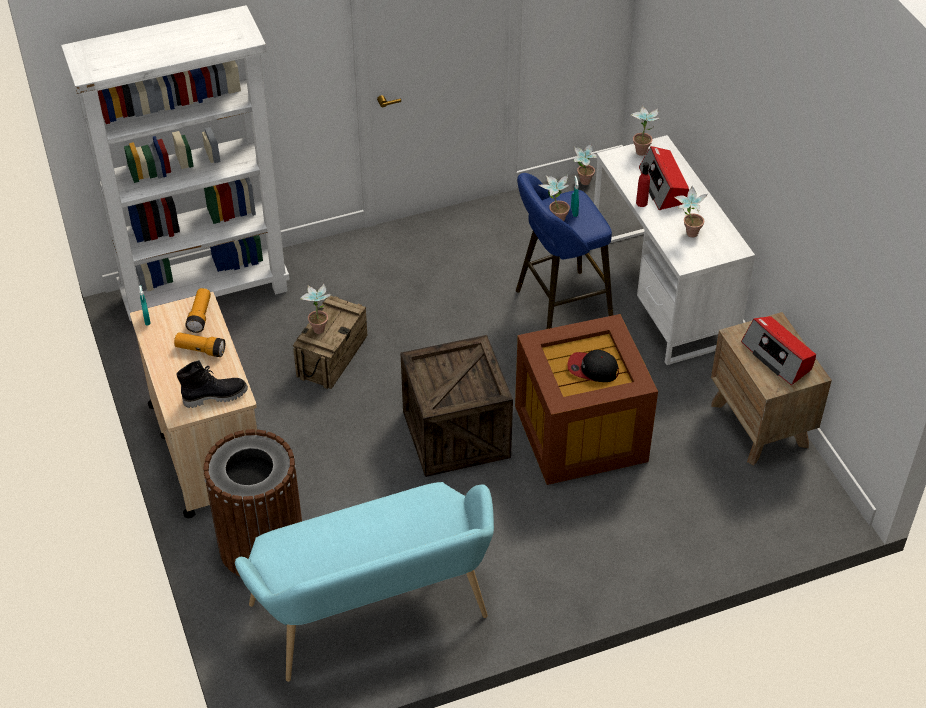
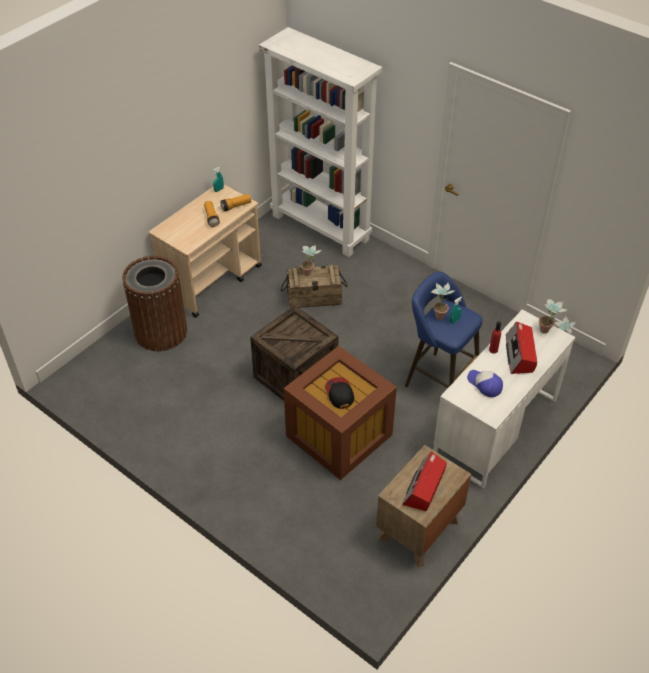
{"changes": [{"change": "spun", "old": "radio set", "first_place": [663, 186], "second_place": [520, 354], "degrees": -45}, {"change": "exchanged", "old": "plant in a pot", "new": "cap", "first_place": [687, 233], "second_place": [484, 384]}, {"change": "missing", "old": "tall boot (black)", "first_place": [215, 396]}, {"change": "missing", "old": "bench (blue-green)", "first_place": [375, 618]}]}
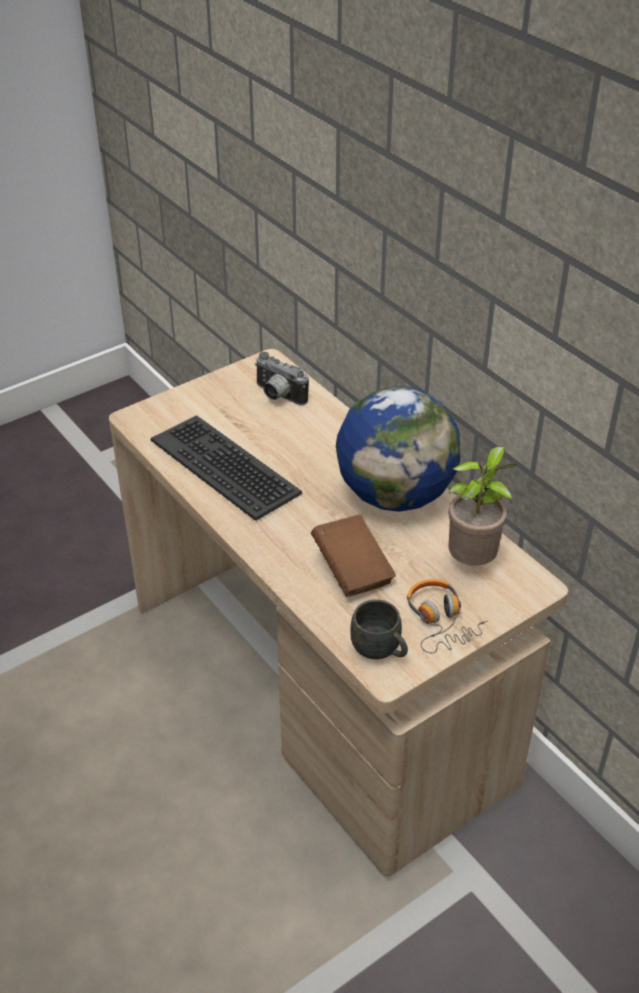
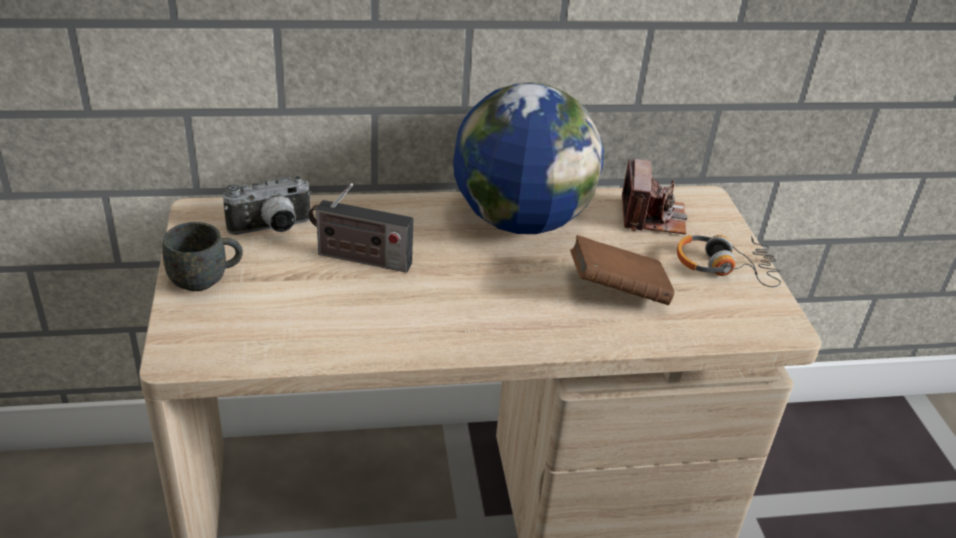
{"changes": [{"change": "missing", "old": "PC keyboard", "first_place": [225, 466]}, {"change": "exchanged", "old": "plant in a pot", "new": "still camera", "first_place": [473, 561], "second_place": [652, 217]}, {"change": "relocated", "old": "mug (grey)", "first_place": [380, 650], "second_place": [206, 279]}, {"change": "appeared", "new": "radio set", "second_place": [359, 259]}]}
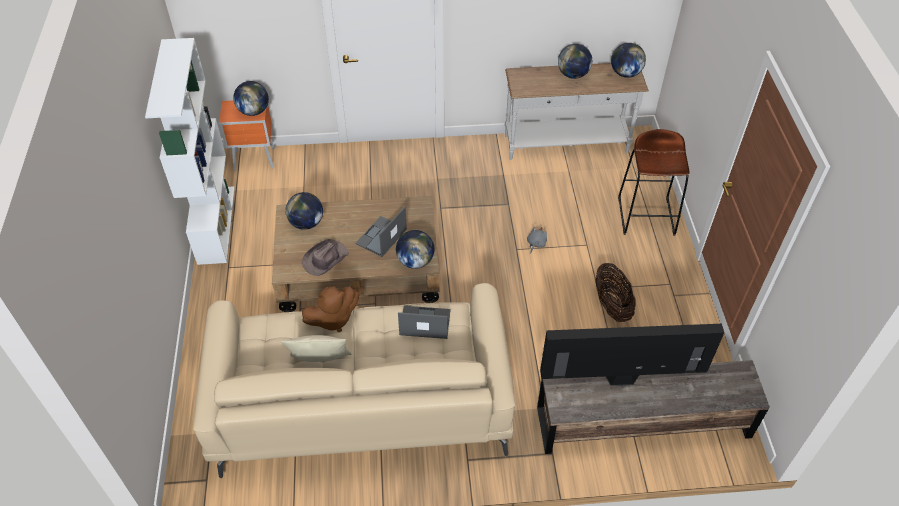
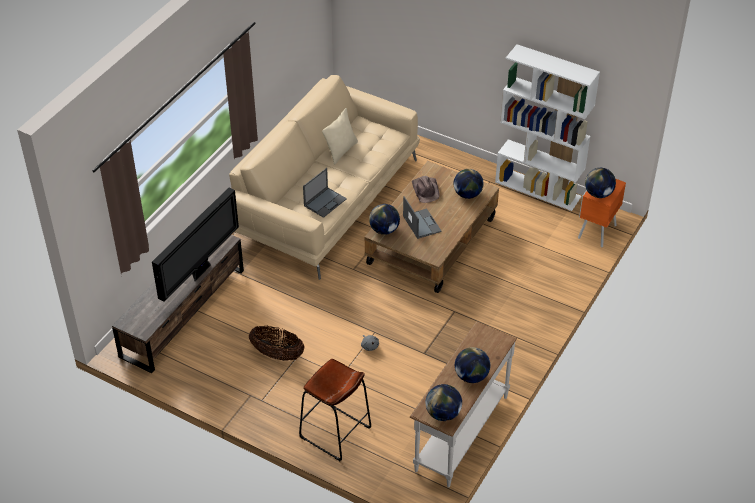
{"changes": [{"change": "missing", "old": "soft toy (brownish)", "first_place": [333, 319]}]}
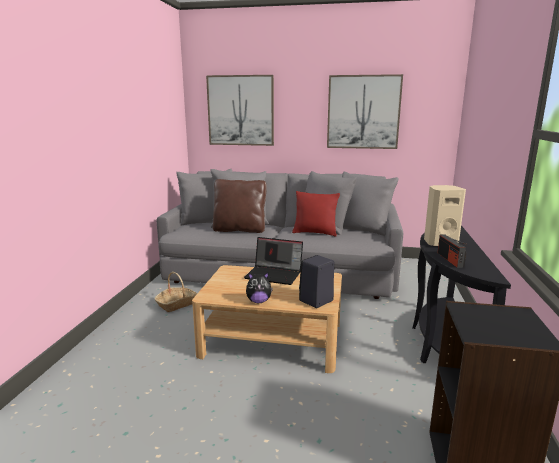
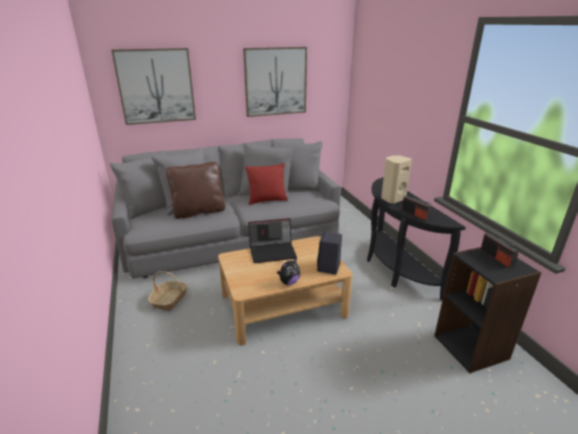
{"changes": [{"change": "appeared", "new": "radio set", "second_place": [496, 257]}]}
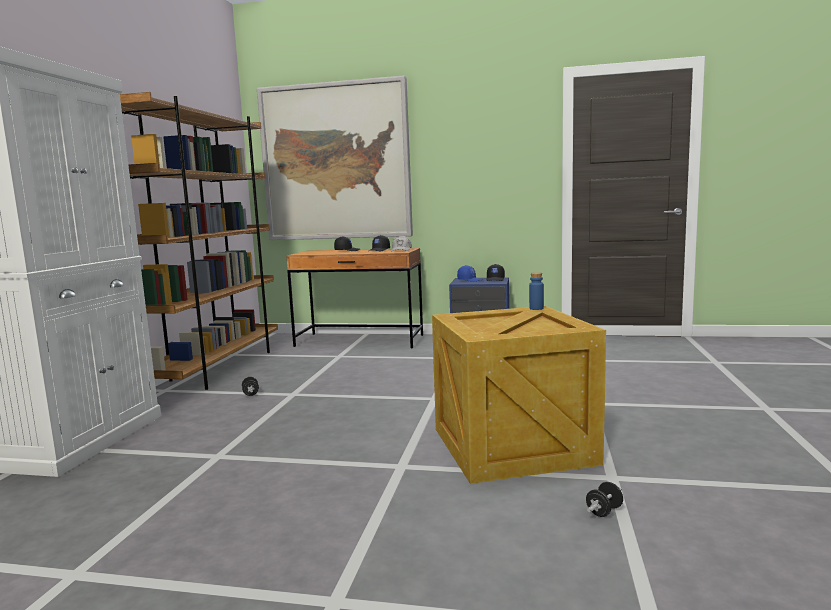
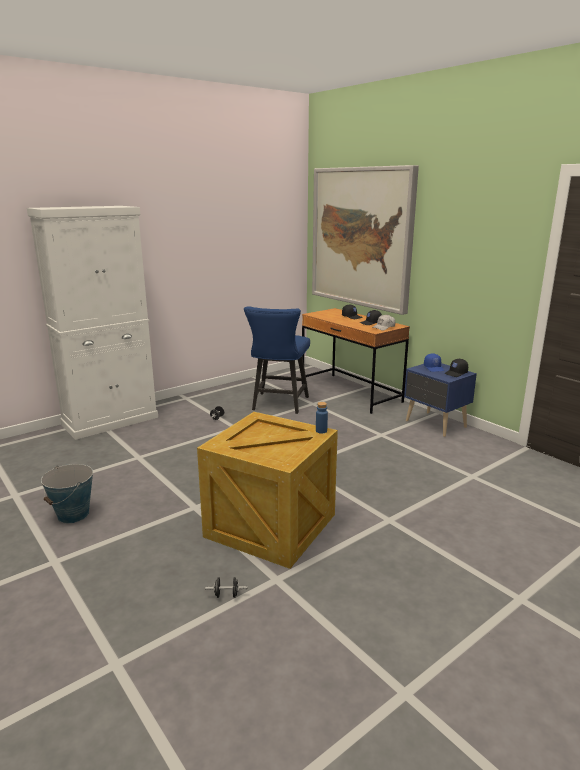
{"changes": [{"change": "missing", "old": "bookcase (brownish)", "first_place": [218, 368]}, {"change": "appeared", "new": "plain chair (blue)", "second_place": [278, 405]}, {"change": "appeared", "new": "bucket", "second_place": [73, 514]}]}
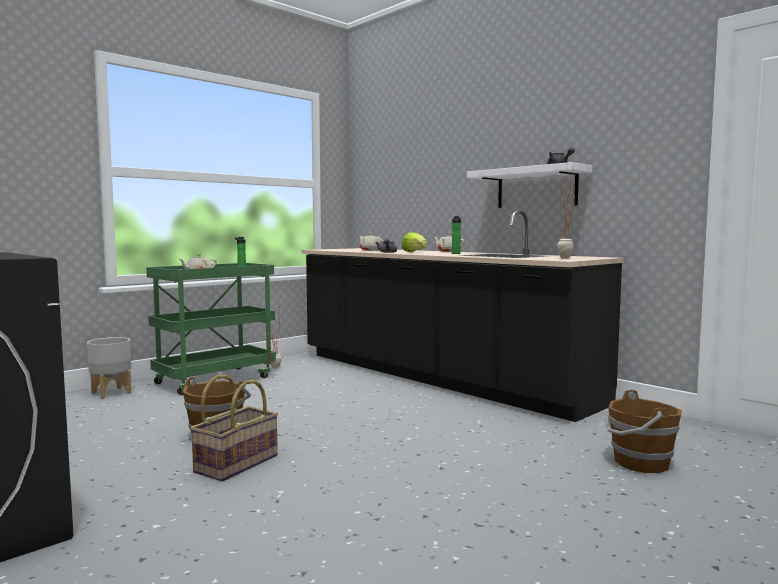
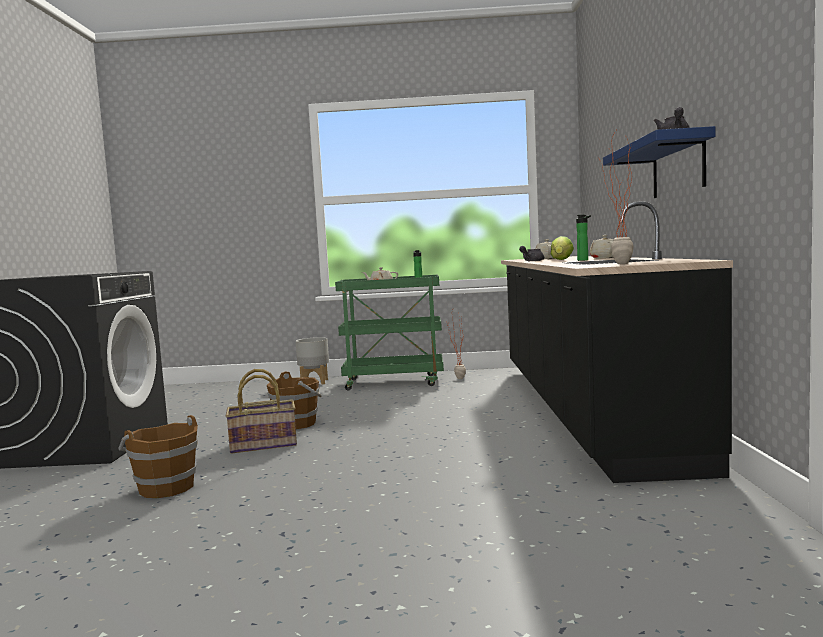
{"changes": [{"change": "colour", "old": "shelf (white)", "new": "shelf (blue)", "first_place": [536, 188], "second_place": [678, 167]}, {"change": "relocated", "old": "bucket (brownish)", "first_place": [640, 463], "second_place": [166, 487]}]}
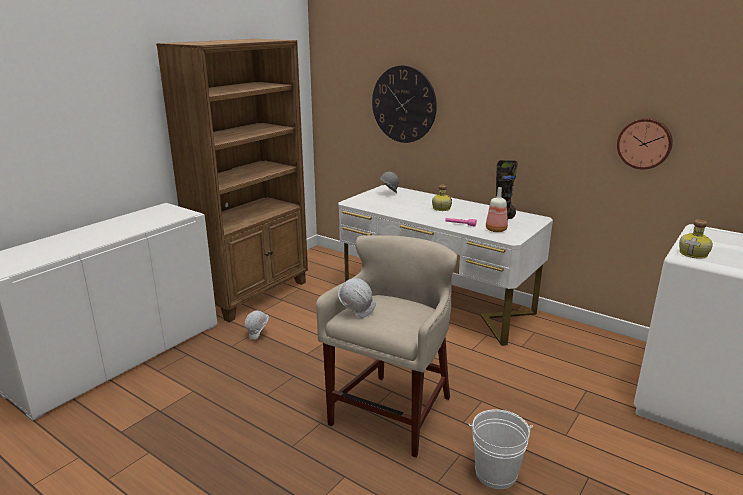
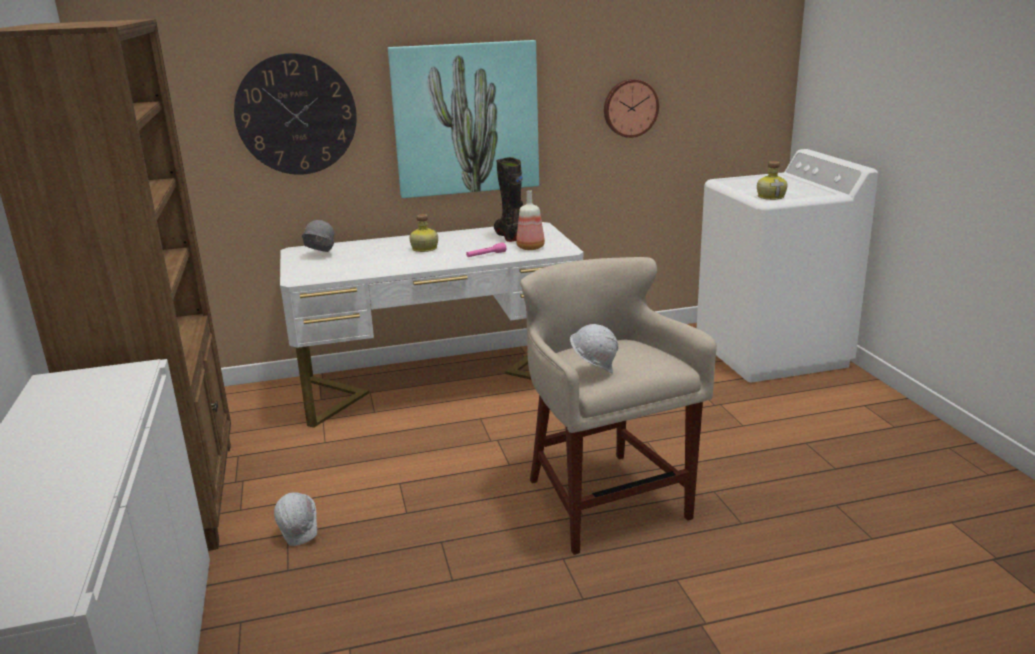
{"changes": [{"change": "missing", "old": "bucket (white)", "first_place": [496, 473]}, {"change": "appeared", "new": "wall art", "second_place": [465, 119]}]}
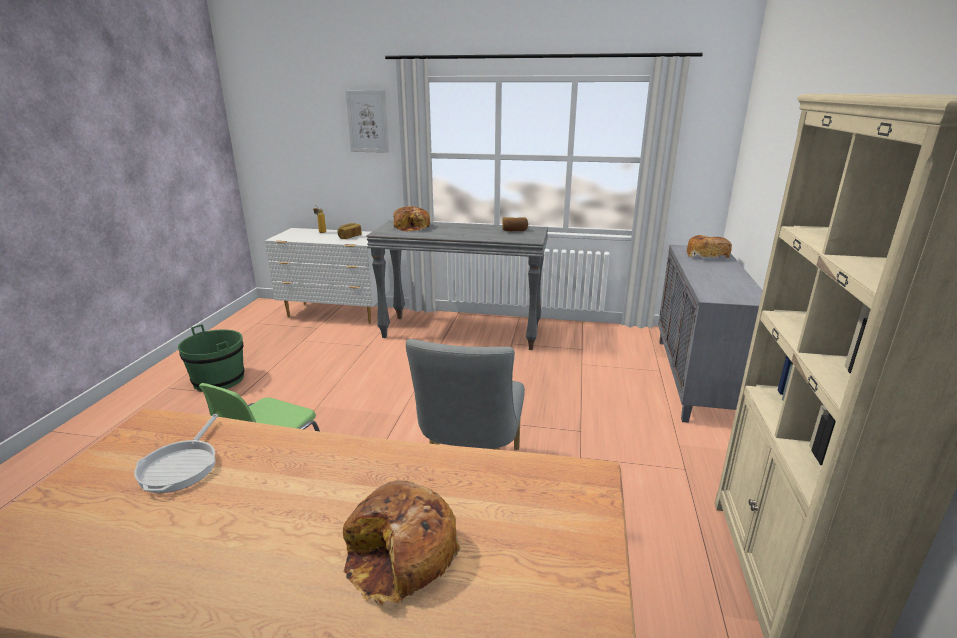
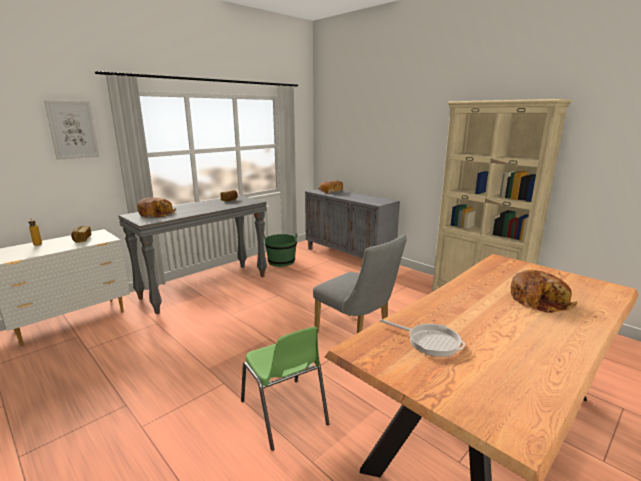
{"changes": [{"change": "relocated", "old": "bucket (greenish)", "first_place": [219, 380], "second_place": [281, 261]}]}
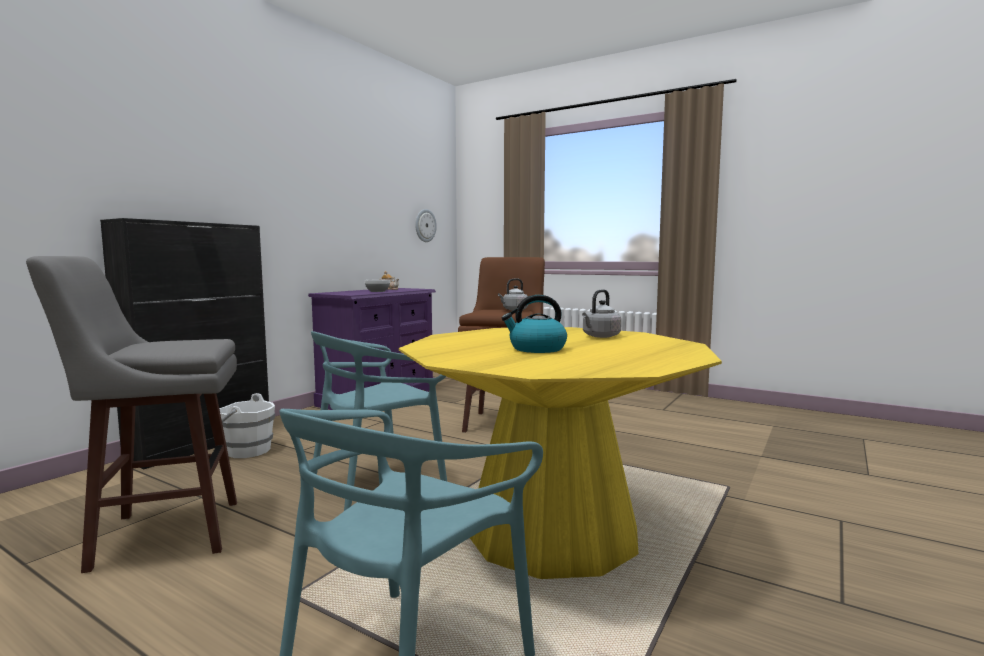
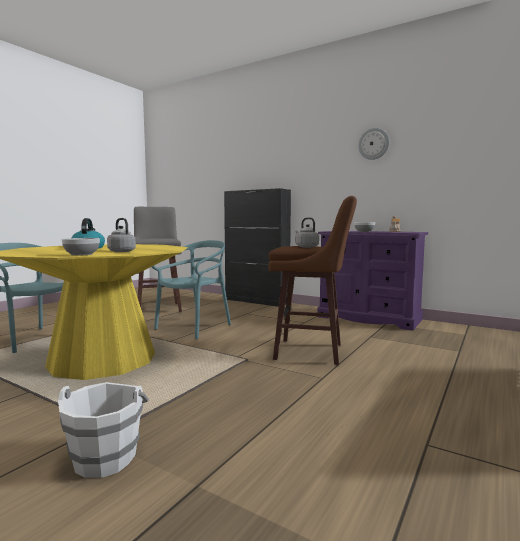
{"changes": [{"change": "relocated", "old": "wall clock", "first_place": [425, 225], "second_place": [373, 144]}, {"change": "spun", "old": "plain chair (blue-green)", "first_place": [377, 482], "second_place": [194, 327], "degrees": 75}, {"change": "relocated", "old": "bucket (white)", "first_place": [247, 451], "second_place": [105, 458]}, {"change": "appeared", "new": "serving bowl", "second_place": [81, 254]}]}
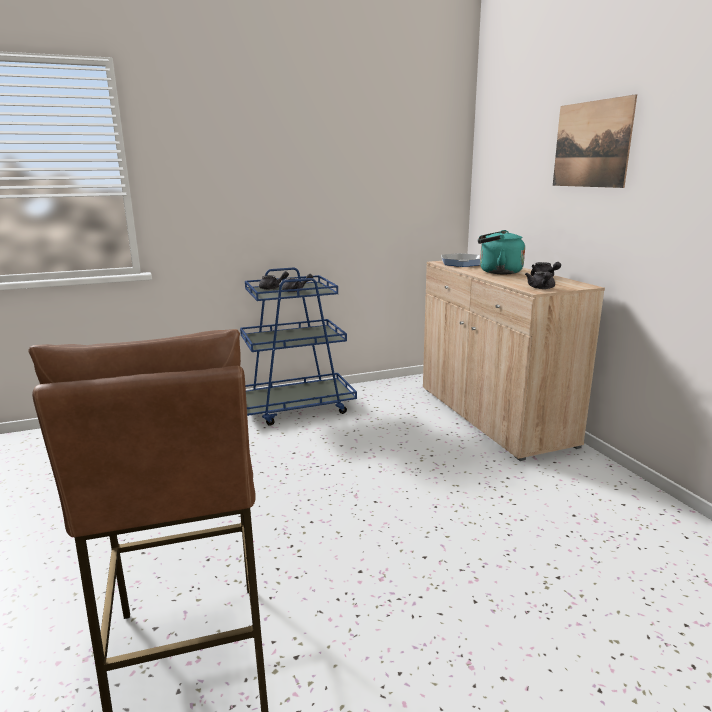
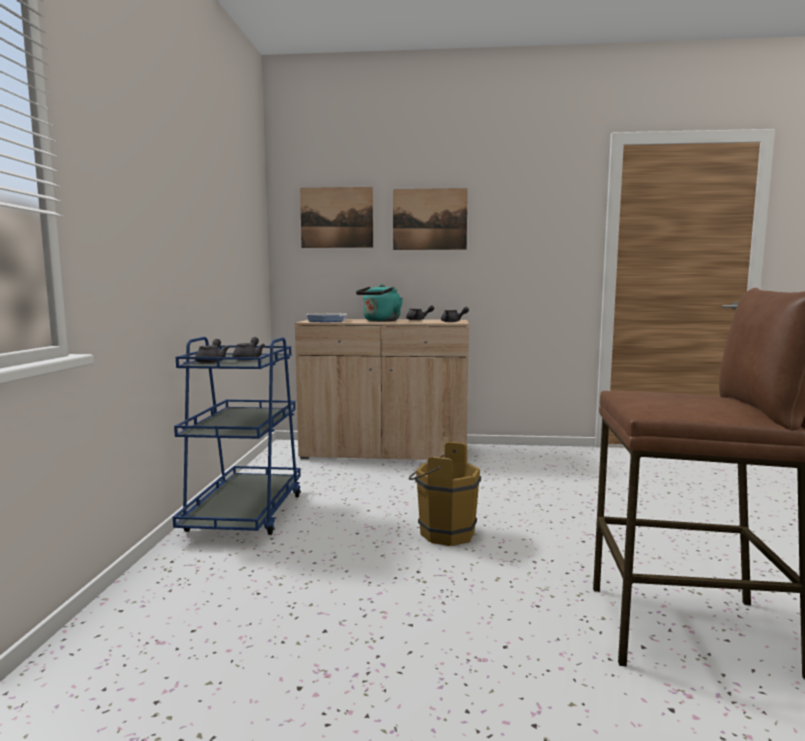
{"changes": [{"change": "appeared", "new": "wall art", "second_place": [336, 217]}, {"change": "appeared", "new": "bucket (brownish)", "second_place": [442, 533]}]}
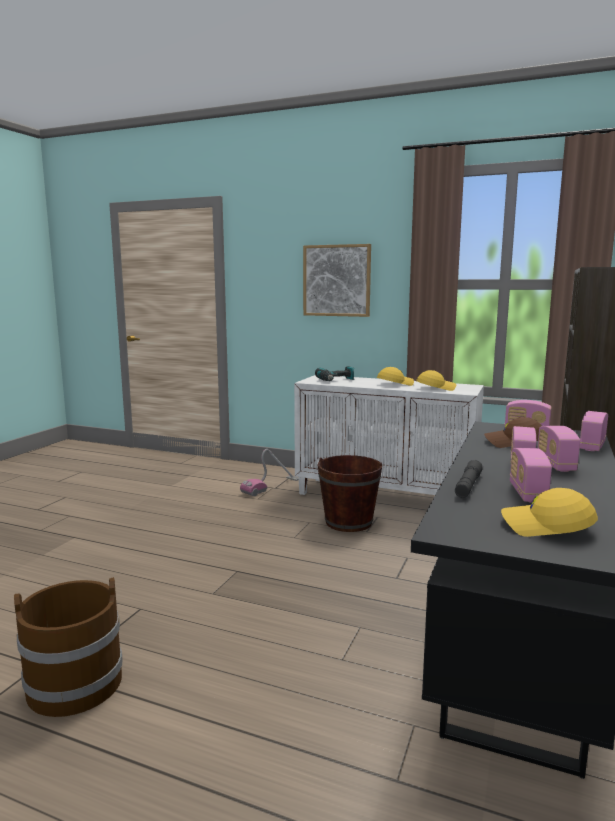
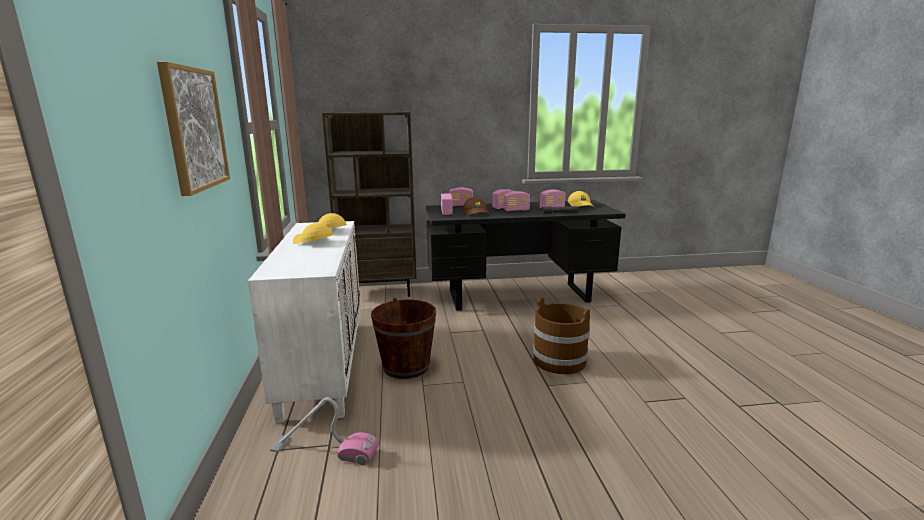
{"changes": [{"change": "missing", "old": "drill", "first_place": [336, 380]}, {"change": "relocated", "old": "bucket (brownish)", "first_place": [74, 684], "second_place": [560, 360]}]}
